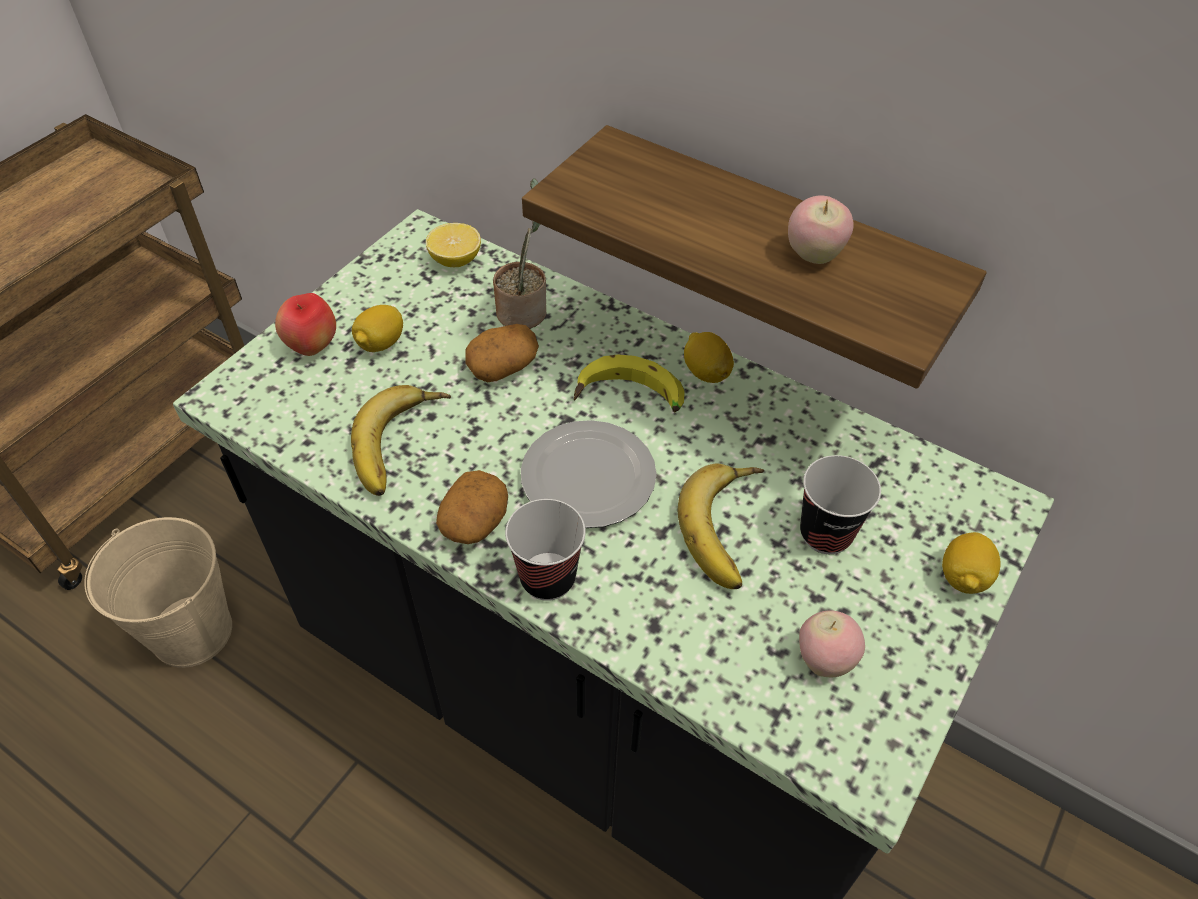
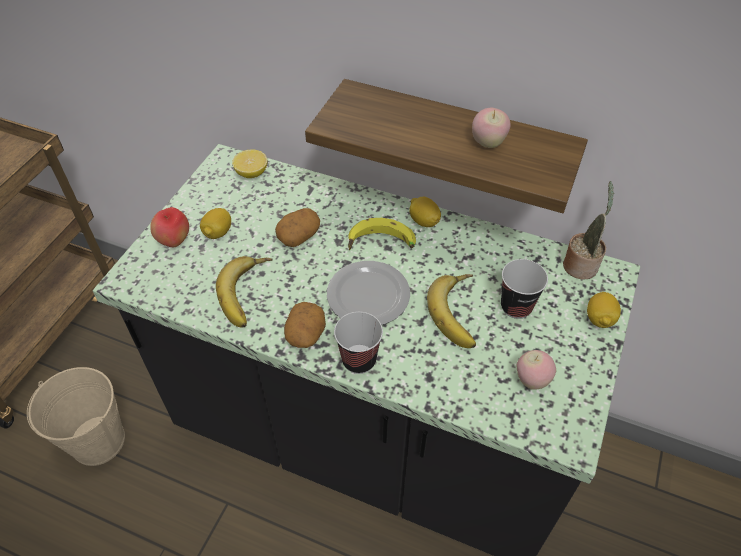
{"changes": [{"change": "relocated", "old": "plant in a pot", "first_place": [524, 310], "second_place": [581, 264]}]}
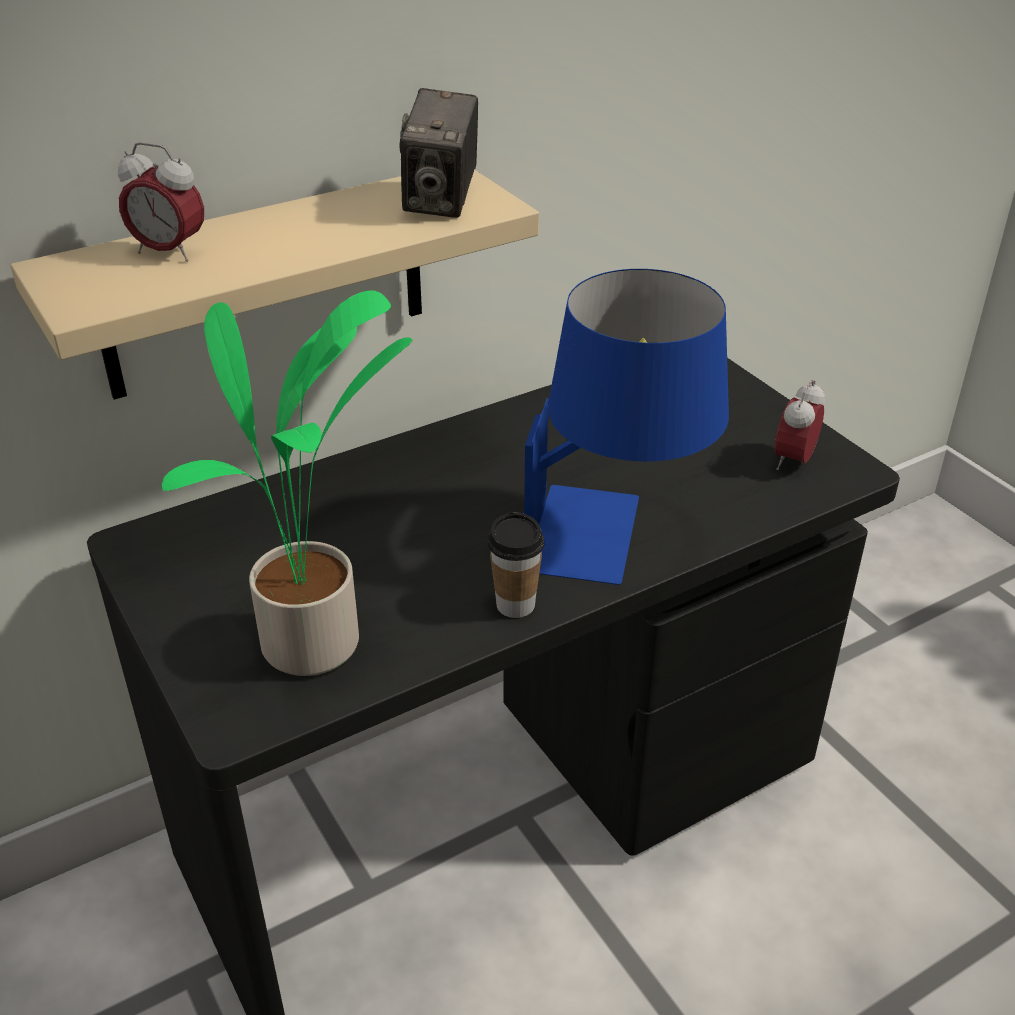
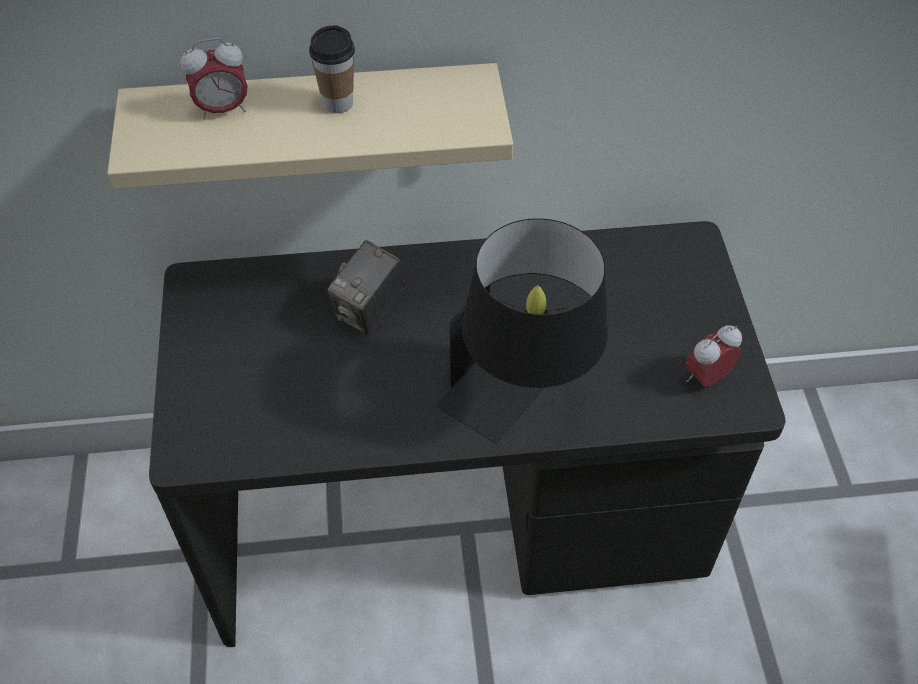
{"changes": [{"change": "relocated", "old": "still camera", "first_place": [441, 202], "second_place": [369, 311]}, {"change": "spun", "old": "bedside clock", "first_place": [169, 252], "second_place": [222, 110], "degrees": -60}, {"change": "colour", "old": "lamp for a table (blue)", "new": "lamp for a table (black)", "first_place": [616, 535], "second_place": [521, 398]}, {"change": "missing", "old": "plant in a pot", "first_place": [317, 647]}, {"change": "relocated", "old": "cup", "first_place": [515, 605], "second_place": [338, 103]}]}
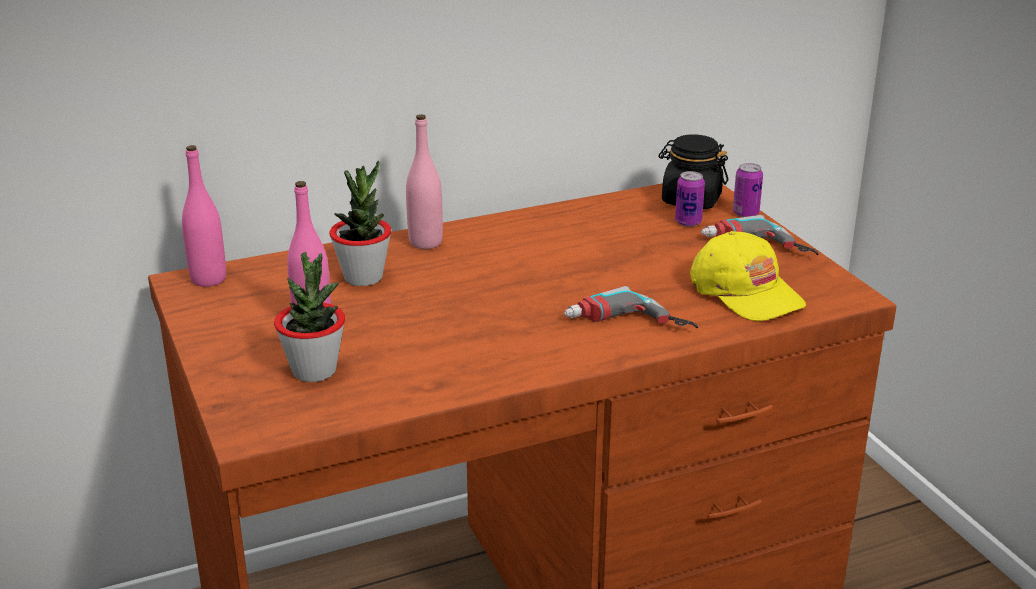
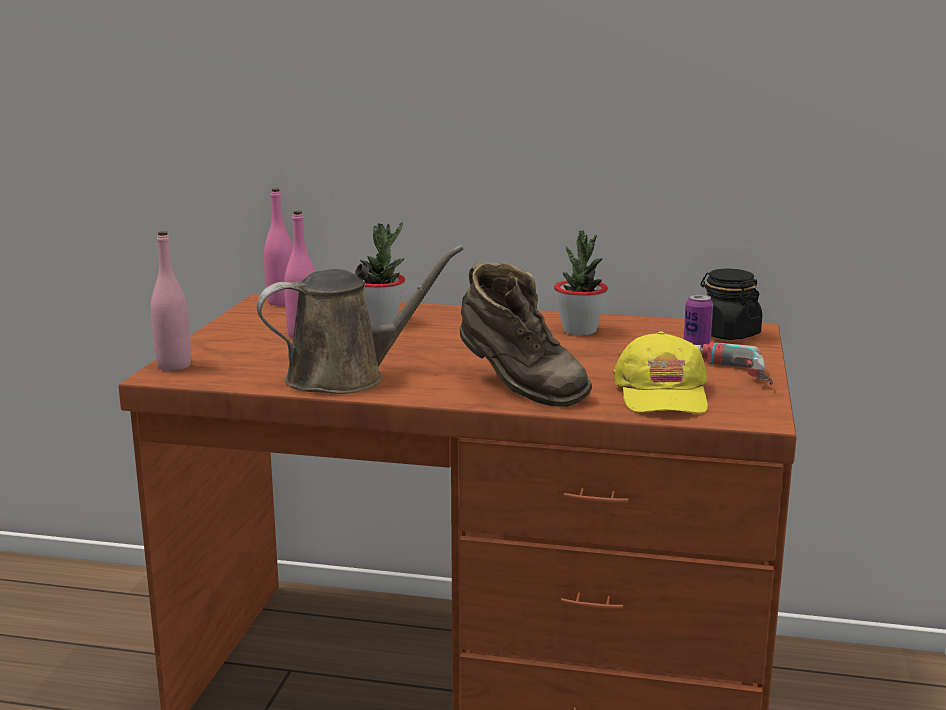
{"changes": [{"change": "relocated", "old": "drink bottle (pink)", "first_place": [425, 242], "second_place": [174, 366]}, {"change": "missing", "old": "metal can", "first_place": [745, 213]}, {"change": "relocated", "old": "plant in a pot", "first_place": [314, 371], "second_place": [579, 331]}, {"change": "exchanged", "old": "drill", "new": "tall boot (brownish)", "first_place": [628, 327], "second_place": [519, 389]}, {"change": "appeared", "new": "watering can (brownish)", "second_place": [345, 377]}]}
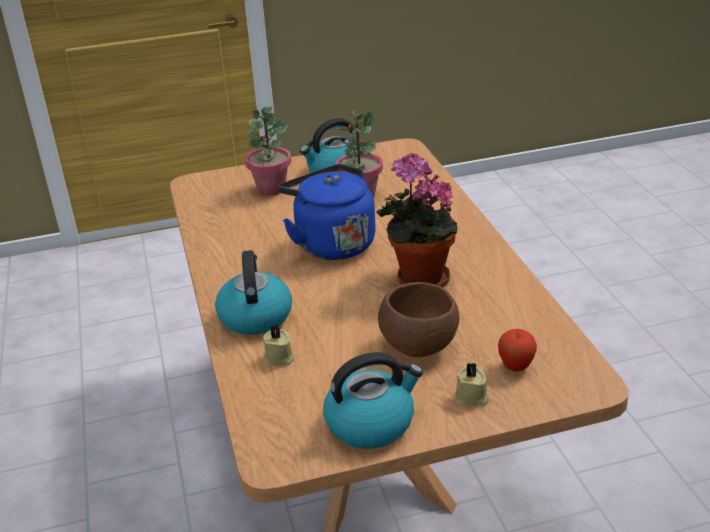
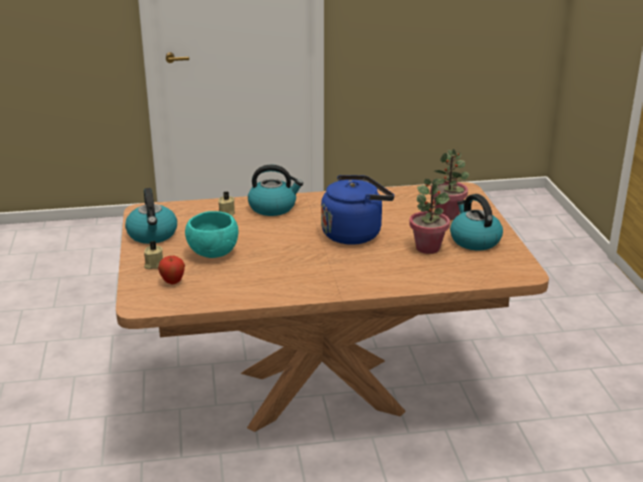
{"changes": [{"change": "missing", "old": "plant in a pot", "first_place": [418, 279]}, {"change": "colour", "old": "serving bowl (brownish)", "new": "serving bowl (blue-green)", "first_place": [418, 345], "second_place": [214, 253]}]}
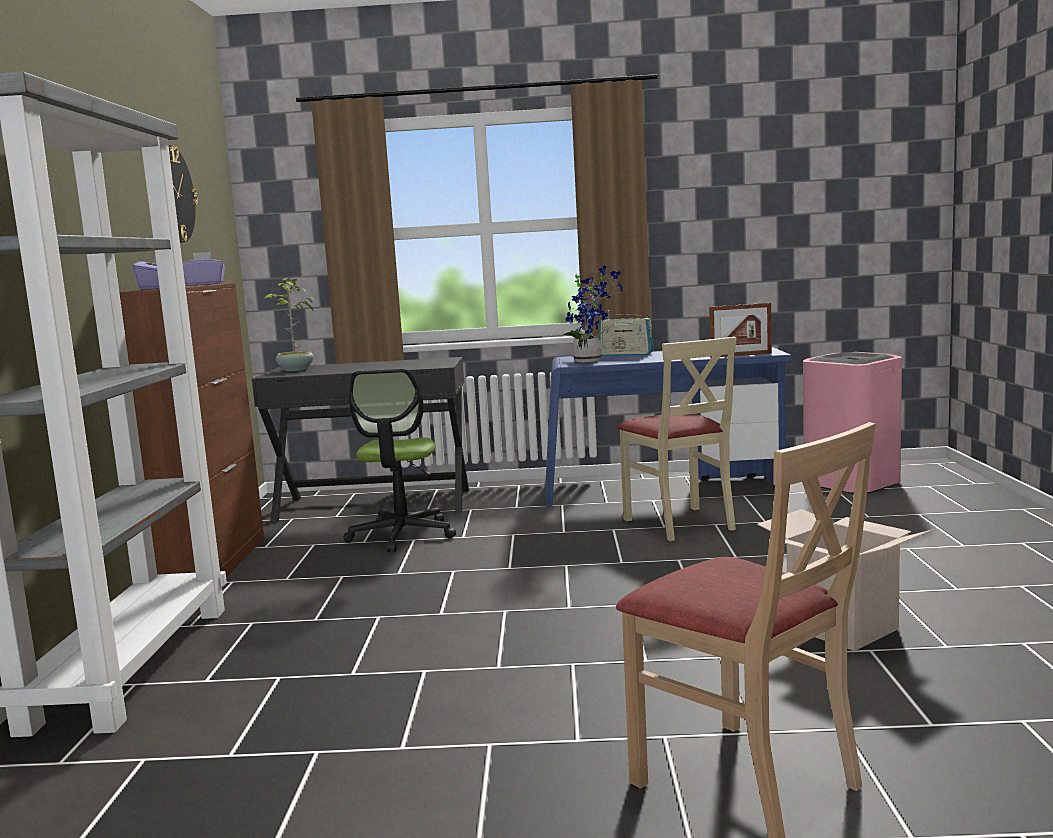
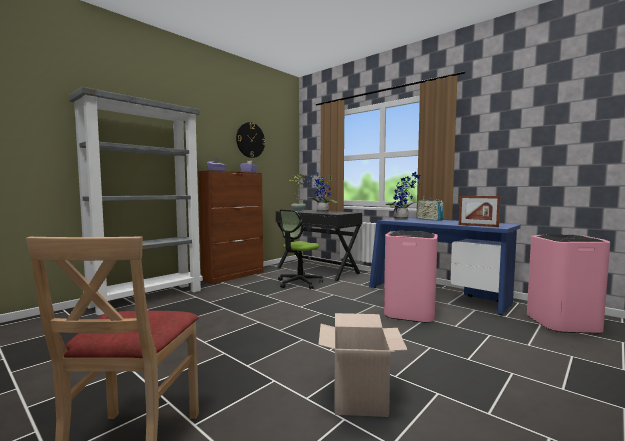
{"changes": [{"change": "exchanged", "old": "plain chair (sand-coloured)", "new": "rubbish bin (pink)", "first_place": [680, 523], "second_place": [409, 312]}, {"change": "appeared", "new": "plant in a pot", "second_place": [321, 212]}]}
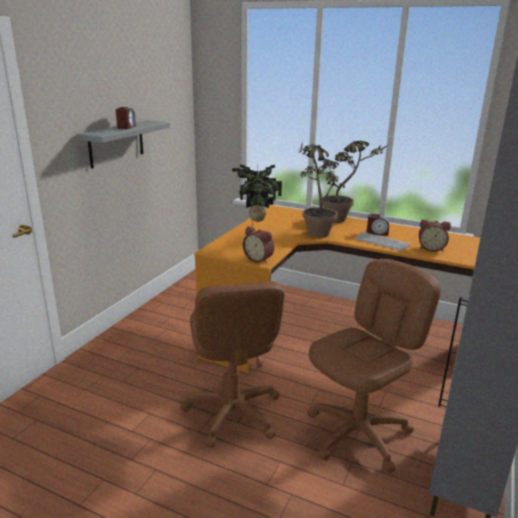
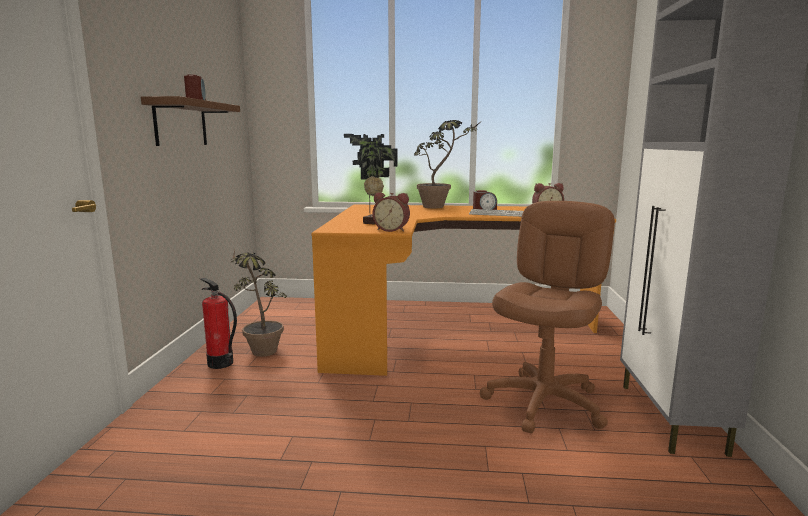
{"changes": [{"change": "colour", "old": "shelf (grey)", "new": "shelf (brownish)", "first_place": [116, 143], "second_place": [181, 123]}, {"change": "relocated", "old": "plant in a pot", "first_place": [314, 231], "second_place": [260, 349]}, {"change": "missing", "old": "computer chair (brownish)", "first_place": [233, 413]}, {"change": "appeared", "new": "fire-fighting cylinder", "second_place": [220, 363]}]}
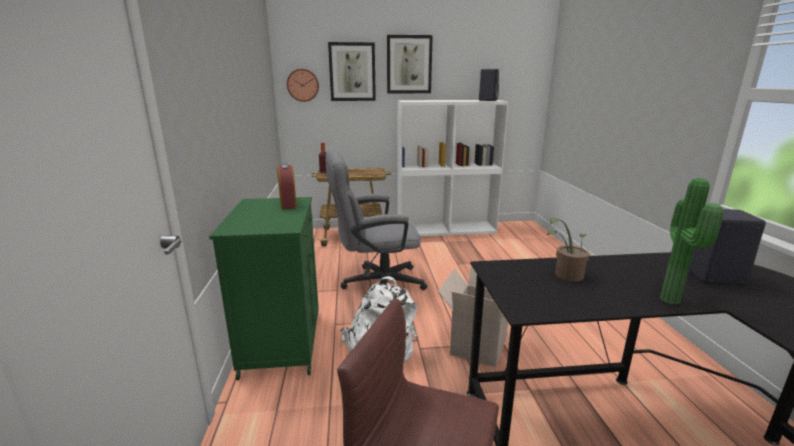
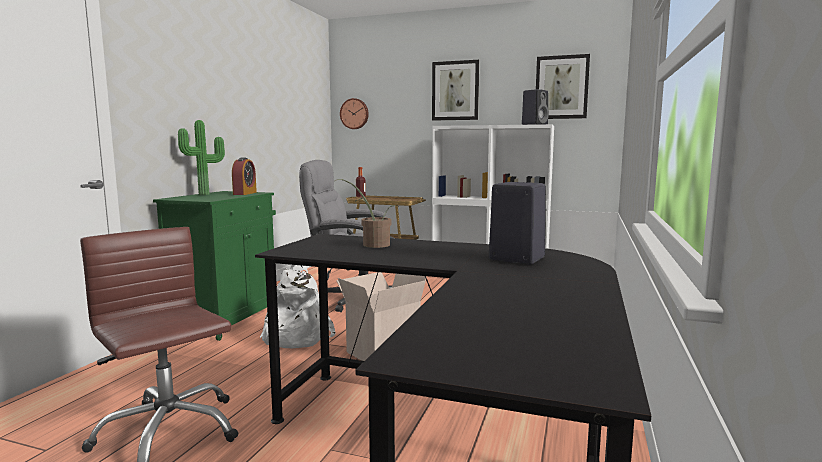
{"changes": [{"change": "relocated", "old": "wall art", "first_place": [352, 72], "second_place": [561, 87]}, {"change": "relocated", "old": "plant in a pot", "first_place": [673, 300], "second_place": [205, 194]}]}
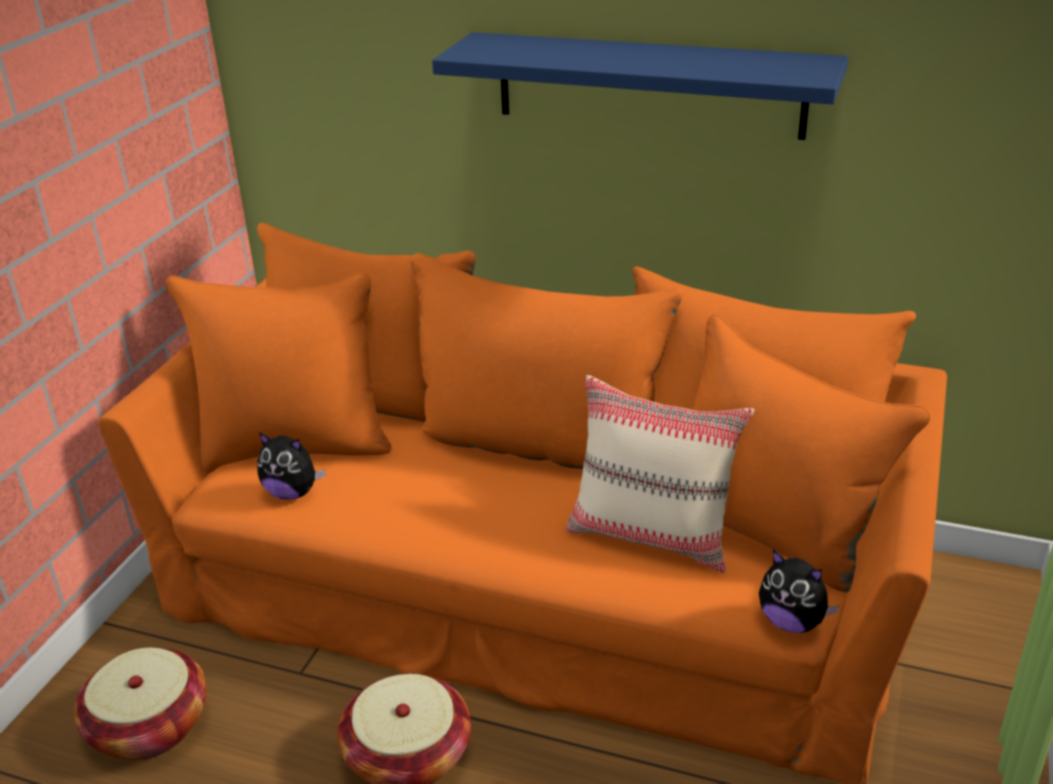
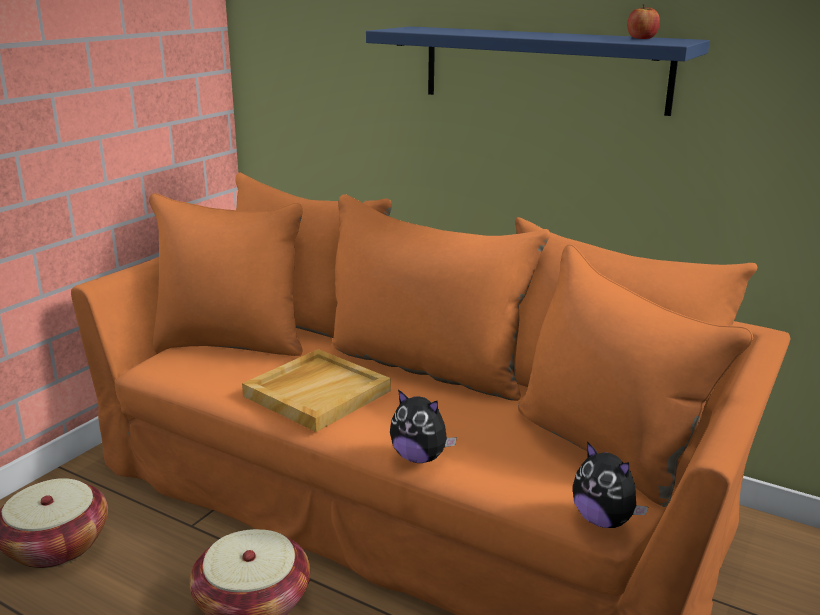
{"changes": [{"change": "missing", "old": "pillow (sand-coloured)", "first_place": [653, 535]}, {"change": "relocated", "old": "soft toy", "first_place": [292, 493], "second_place": [419, 457]}, {"change": "appeared", "new": "apple fruit", "second_place": [642, 38]}, {"change": "appeared", "new": "serving tray (sand-coloured)", "second_place": [317, 393]}]}
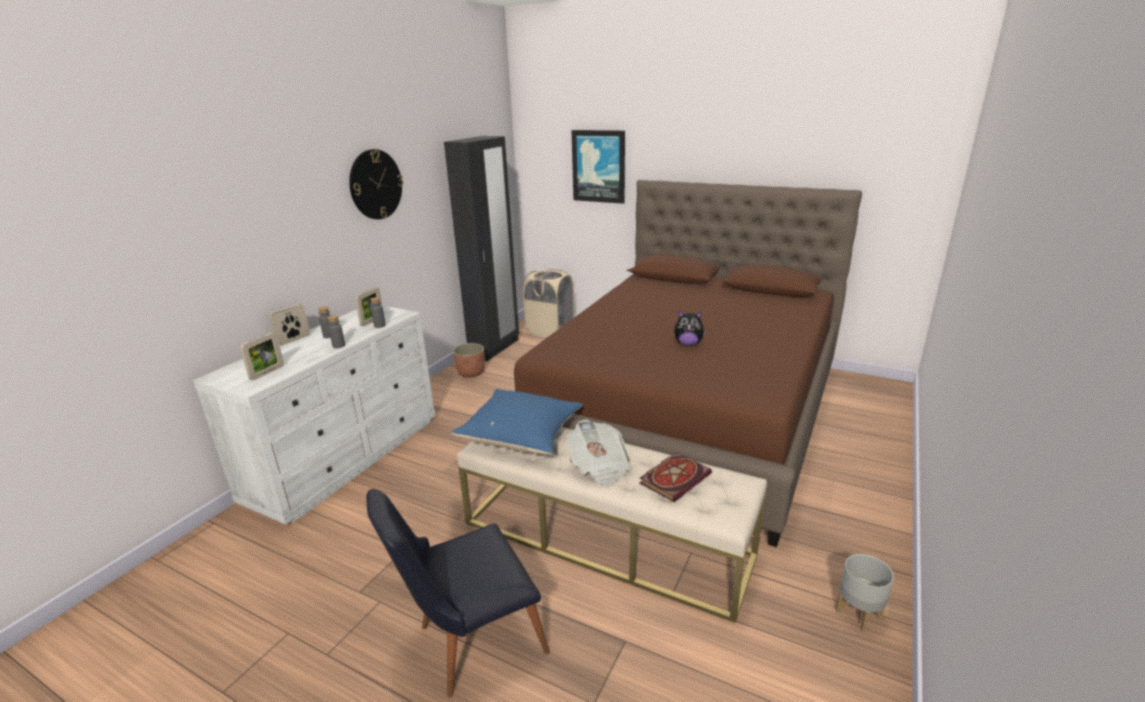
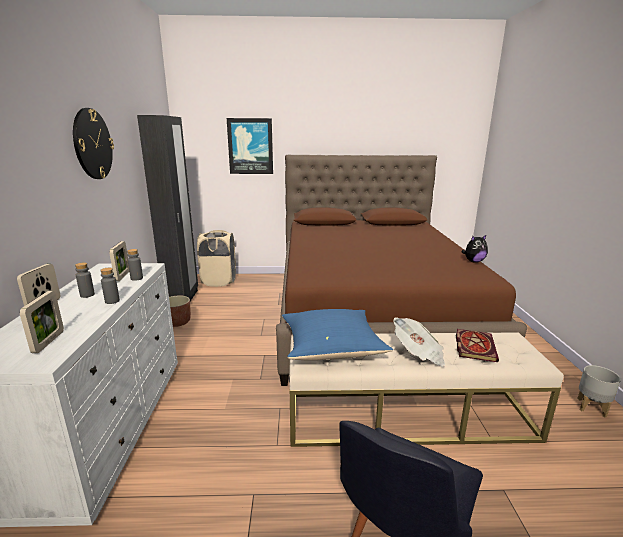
{"changes": [{"change": "relocated", "old": "soft toy", "first_place": [688, 344], "second_place": [473, 261]}]}
